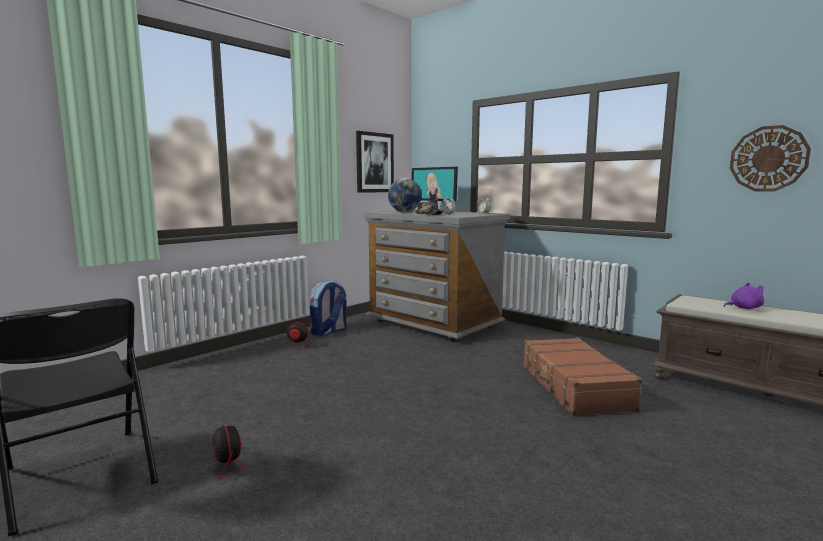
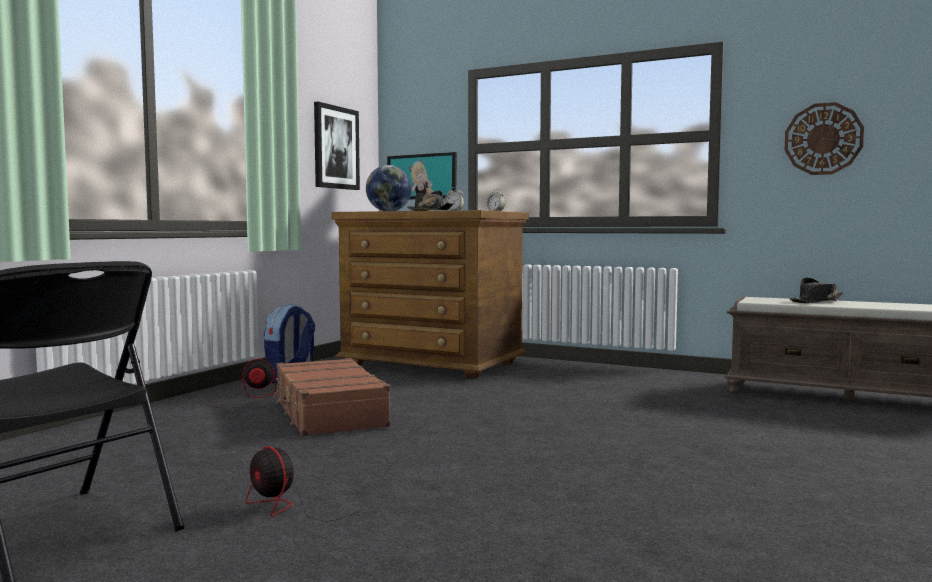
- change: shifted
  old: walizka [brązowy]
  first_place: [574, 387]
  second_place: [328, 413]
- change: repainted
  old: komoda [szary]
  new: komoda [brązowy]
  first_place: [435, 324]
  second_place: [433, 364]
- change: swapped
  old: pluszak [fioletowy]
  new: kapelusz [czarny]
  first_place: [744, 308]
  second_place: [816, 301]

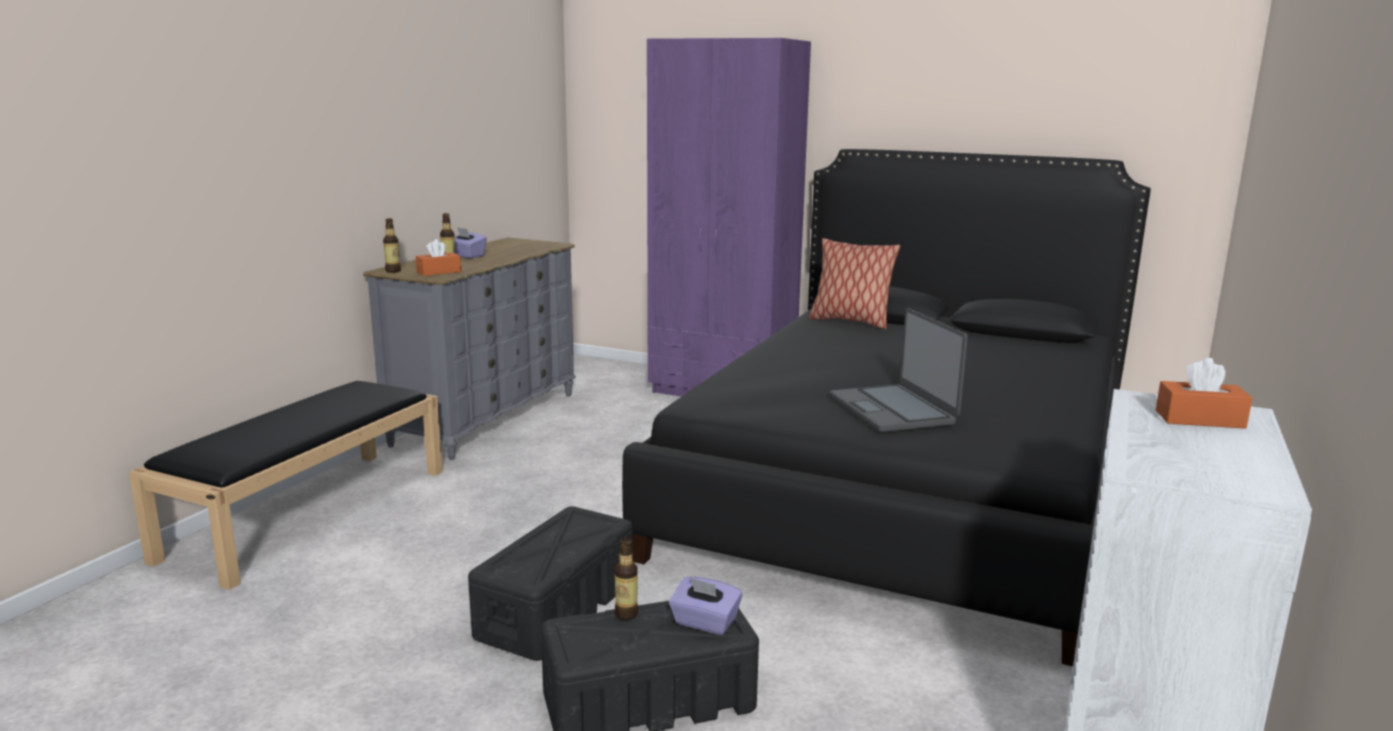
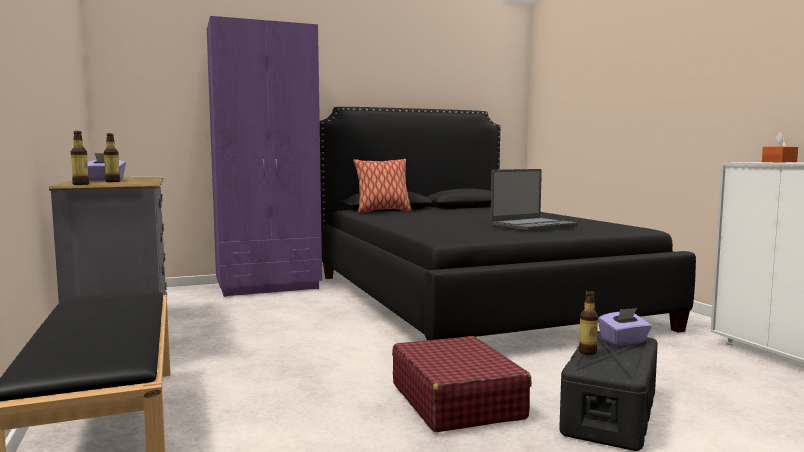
- change: swapped
  old: pojemnik do przechowywania [czarny]
  new: walizka [czerwony]
  first_place: [557, 608]
  second_place: [456, 400]
- change: rotated
  old: laptop
  first_place: [893, 410]
  second_place: [533, 226]
  degrees: -60
- change: gone
  old: pudełko chusteczek [pomarańczowy]
  first_place: [439, 272]

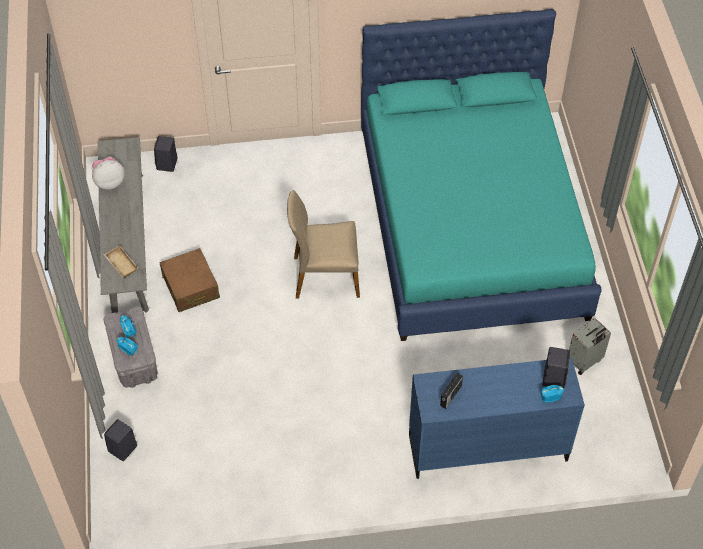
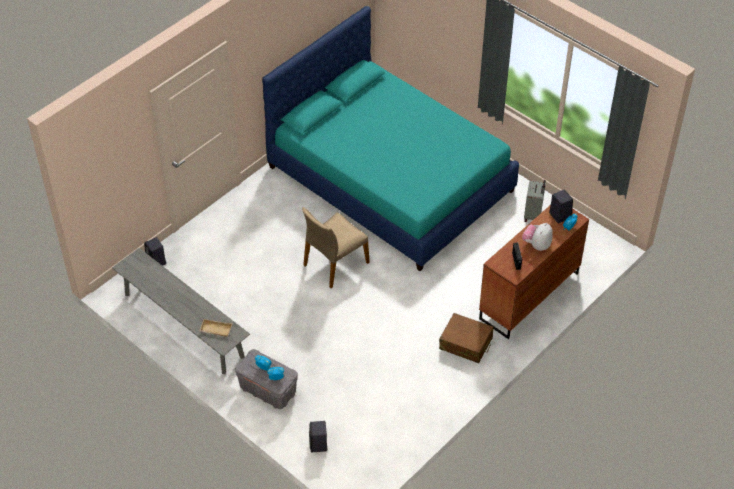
- change: shifted
  old: walizka [brązowy]
  first_place: [190, 287]
  second_place: [466, 343]
- change: repainted
  old: komoda [niebieski]
  new: komoda [brązowy]
  first_place: [487, 449]
  second_place: [529, 296]
- change: shifted
  old: pluszak
  first_place: [109, 182]
  second_place: [537, 245]

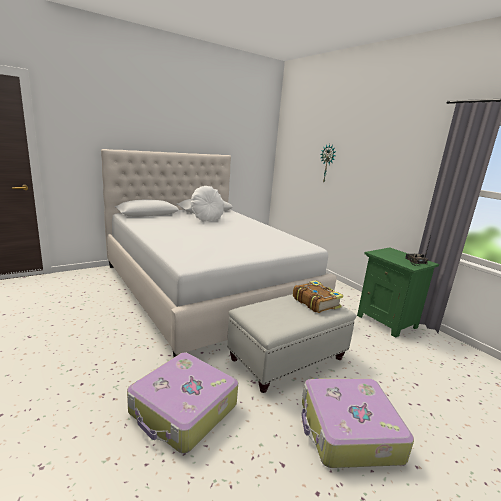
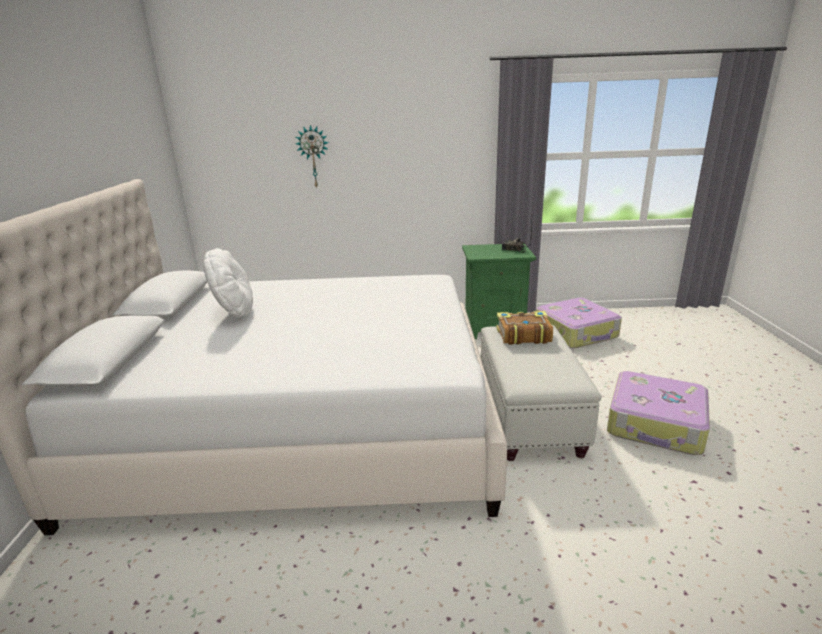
- change: shifted
  old: walizka
  first_place: [183, 409]
  second_place: [576, 332]

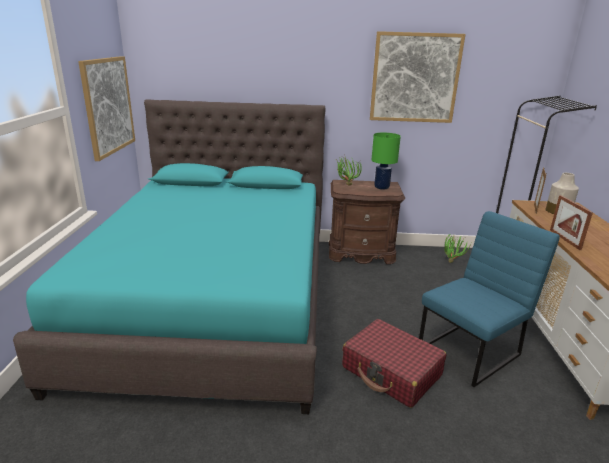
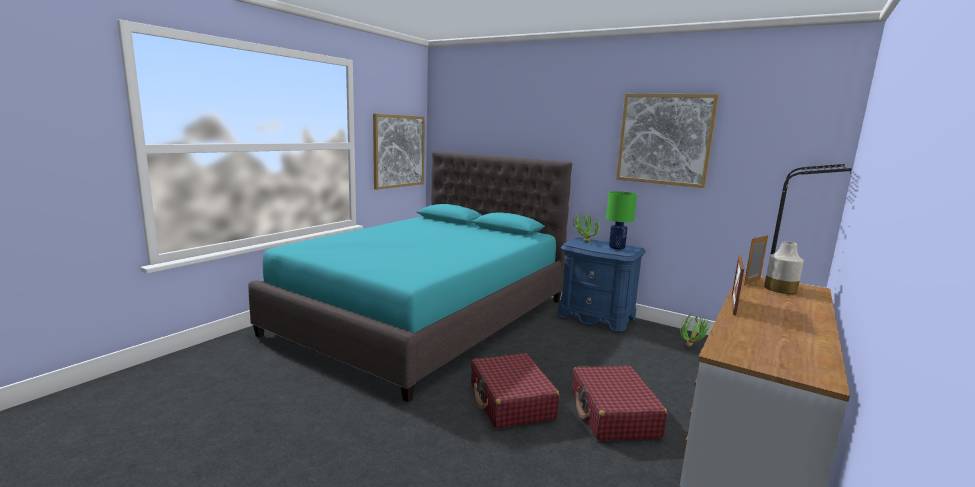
- change: repainted
  old: szafka nocna [brązowy]
  new: szafka nocna [niebieski]
  first_place: [362, 254]
  second_place: [595, 317]
- change: swapped
  old: krzesło [niebieski]
  new: walizka [czerwony]
  first_place: [471, 351]
  second_place: [613, 414]

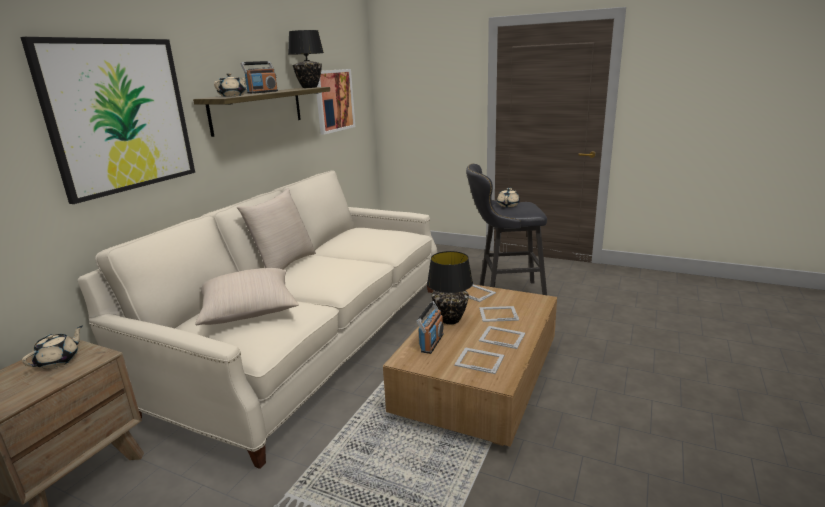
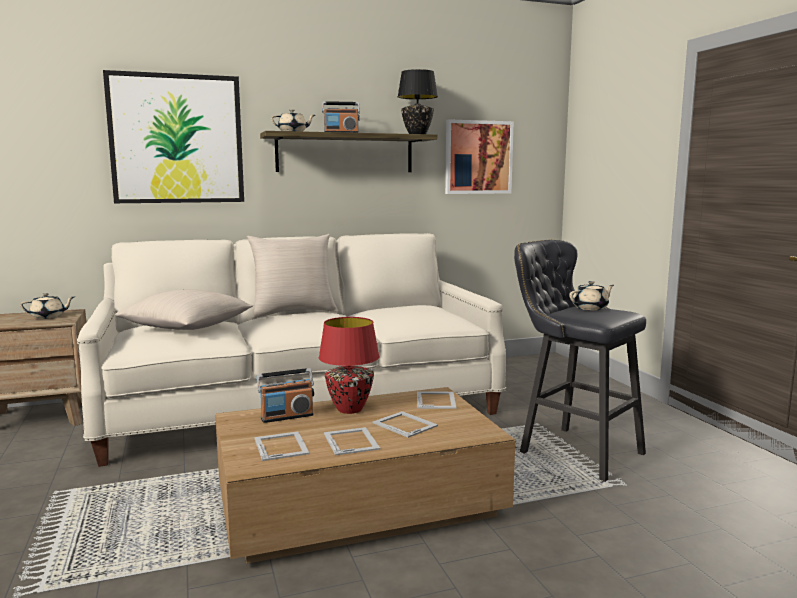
- change: repainted
  old: lampa stołowa [czarny]
  new: lampa stołowa [czerwony]
  first_place: [451, 320]
  second_place: [350, 409]

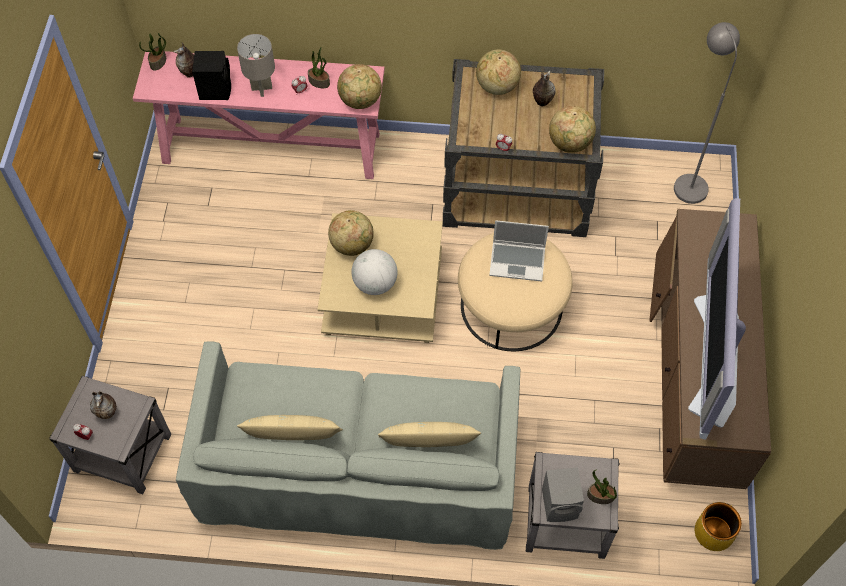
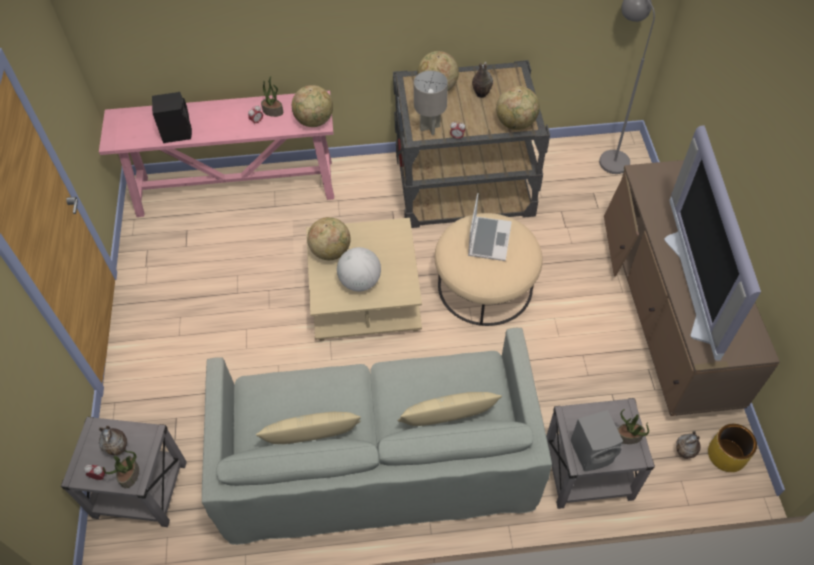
- change: shifted
  old: roślina doniczkowa
  first_place: [158, 62]
  second_place: [130, 475]
- change: shifted
  old: lampa stołowa [szary]
  first_place: [261, 89]
  second_place: [430, 128]
- change: rotated
  old: laptop
  first_place: [518, 261]
  second_place: [488, 239]
  degrees: -75
- change: shifted
  old: wazon
  first_place: [189, 73]
  second_place: [684, 453]

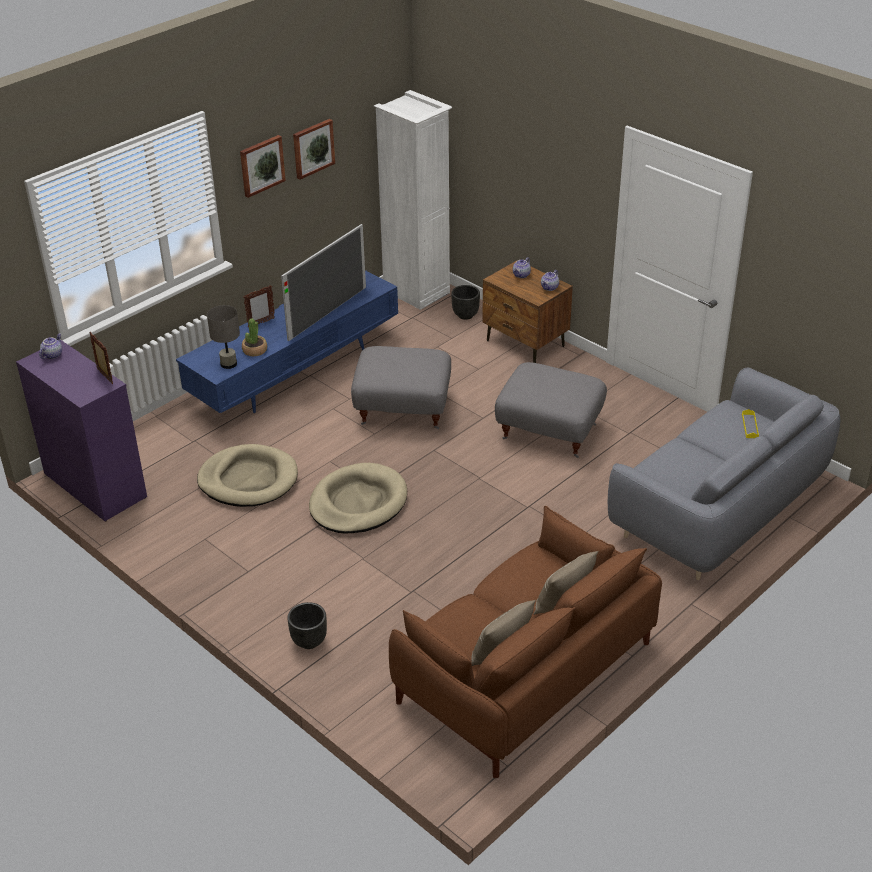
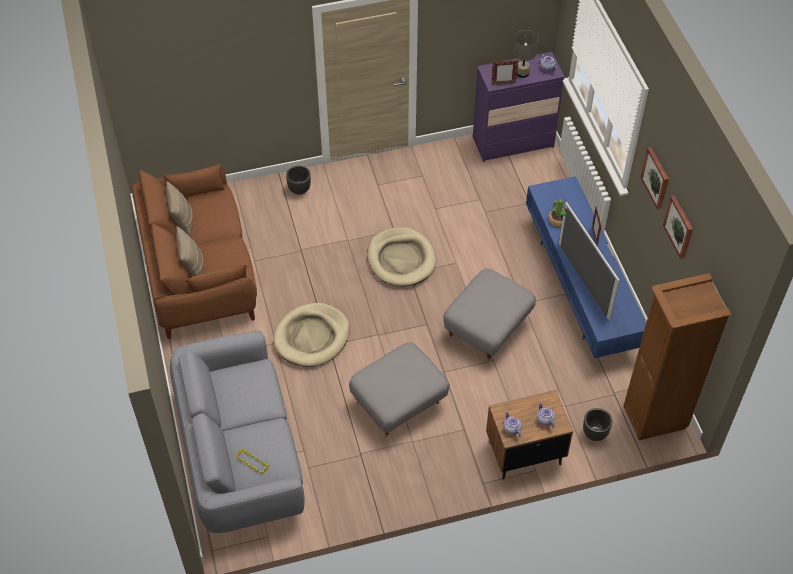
- change: shifted
  old: legowisko [beżowy]
  first_place: [248, 480]
  second_place: [312, 337]
- change: shifted
  old: lampa stołowa [szary]
  first_place: [228, 364]
  second_place: [522, 73]
- change: repainted
  old: szafka [biały]
  new: szafka [brązowy]
  first_place: [417, 292]
  second_place: [654, 417]

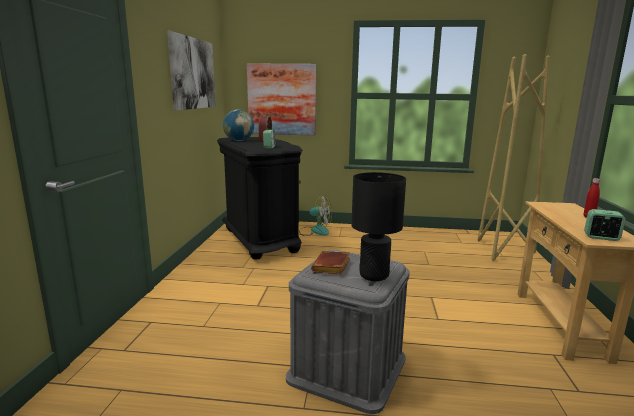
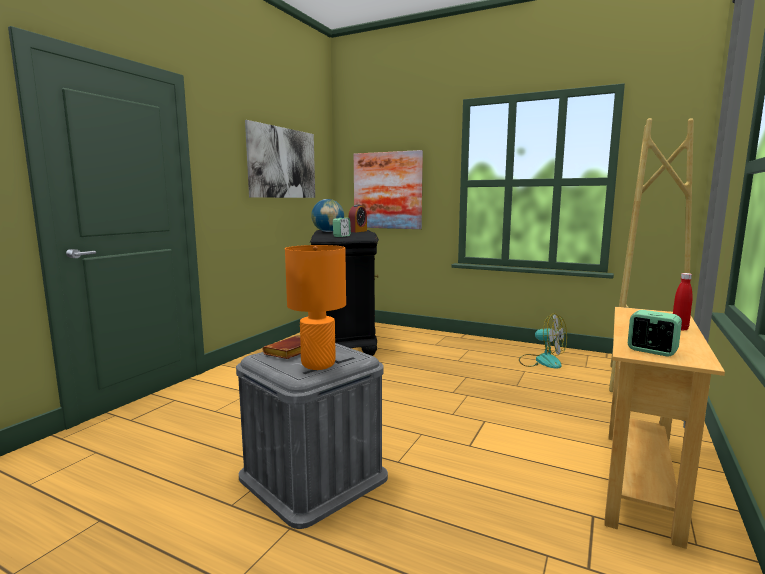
- change: repainted
  old: lampa stołowa [czarny]
  new: lampa stołowa [pomarańczowy]
  first_place: [373, 278]
  second_place: [318, 367]
- change: shifted
  old: wentylator
  first_place: [315, 231]
  second_place: [541, 361]

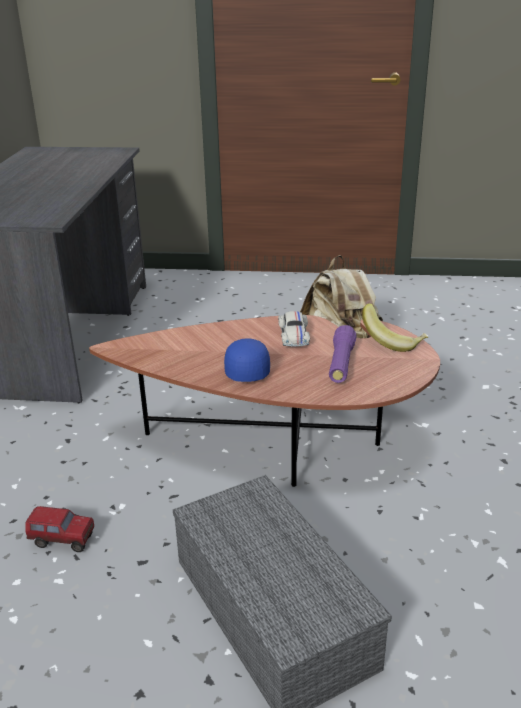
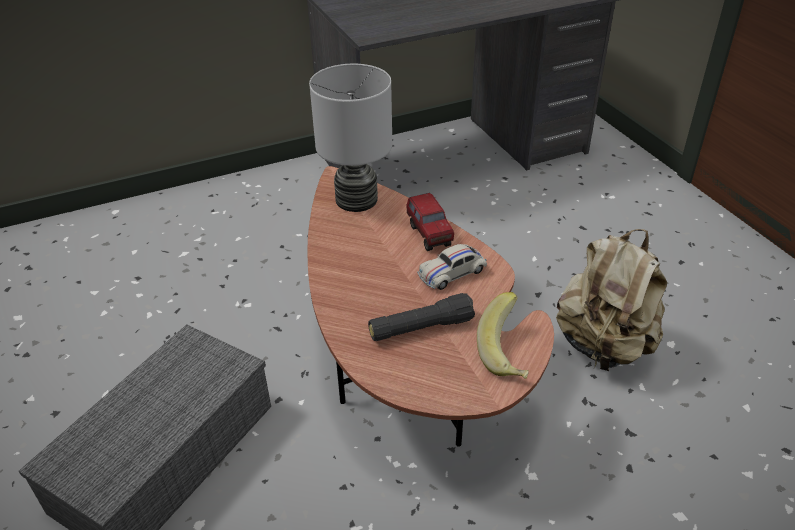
- change: new
  new: lampa stołowa [szary]
  second_place: [356, 200]
- change: repainted
  old: latarka [fioletowy]
  new: latarka [czarny]
  first_place: [341, 363]
  second_place: [421, 328]
- change: shifted
  old: ciężarówka zabawkowa
  first_place: [63, 541]
  second_place: [429, 235]
- change: gone
  old: czapka z daszkiem [niebieski]
  first_place: [245, 369]

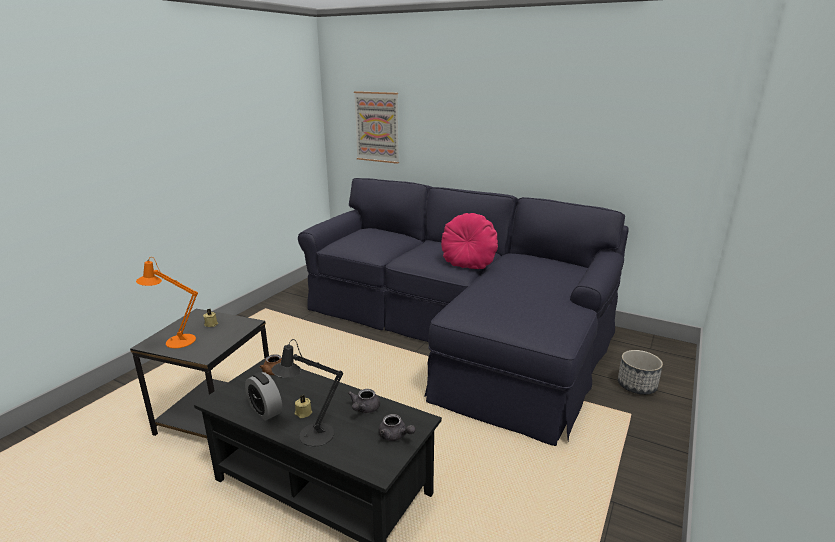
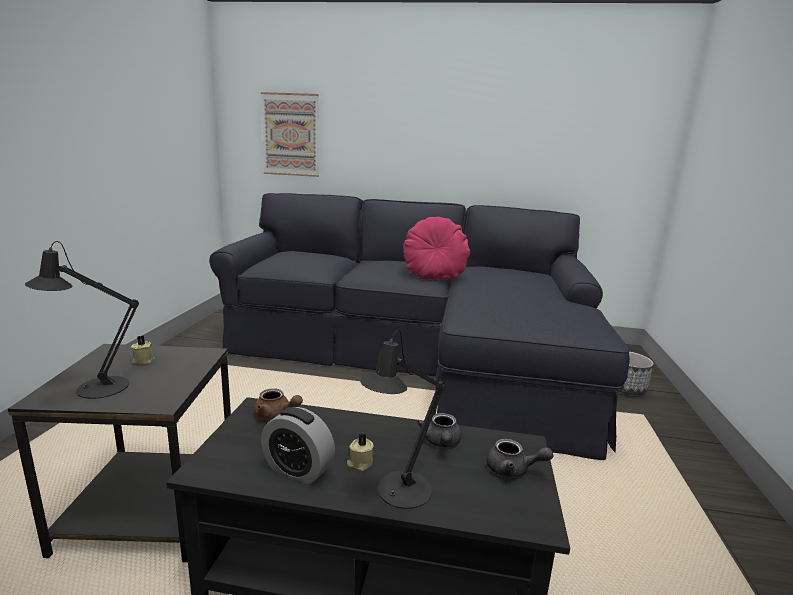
- change: repainted
  old: lampa stołowa [pomarańczowy]
  new: lampa stołowa [czarny]
  first_place: [176, 341]
  second_place: [94, 388]

